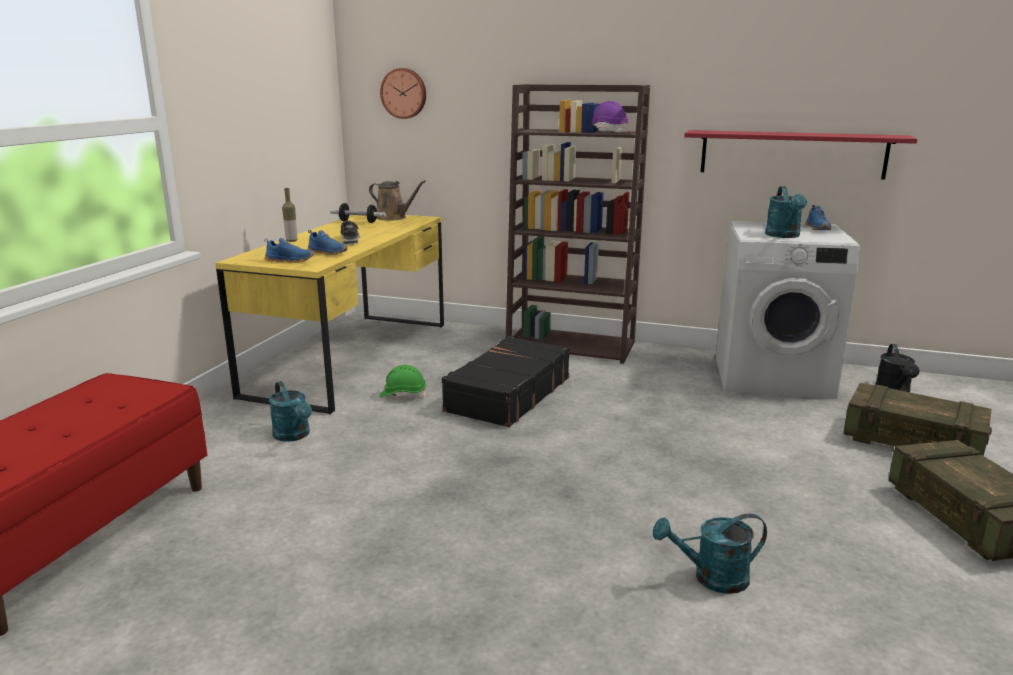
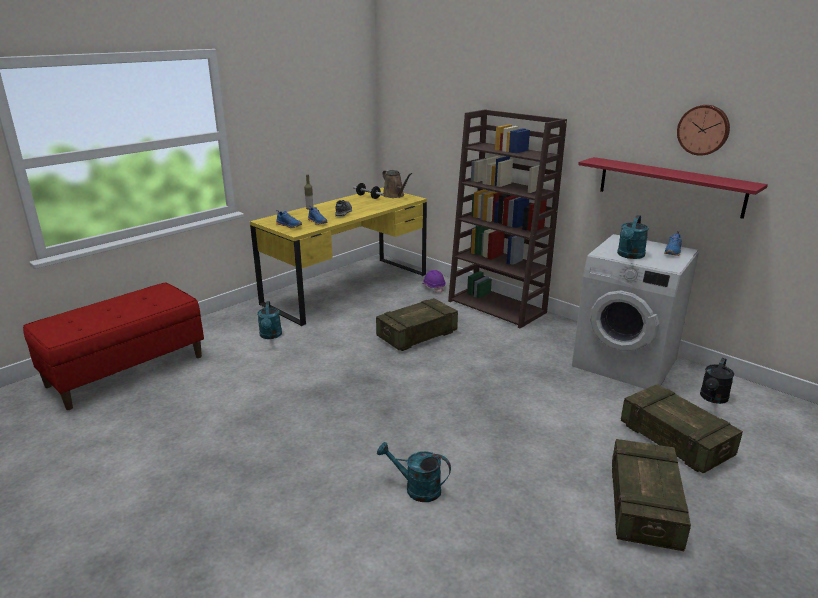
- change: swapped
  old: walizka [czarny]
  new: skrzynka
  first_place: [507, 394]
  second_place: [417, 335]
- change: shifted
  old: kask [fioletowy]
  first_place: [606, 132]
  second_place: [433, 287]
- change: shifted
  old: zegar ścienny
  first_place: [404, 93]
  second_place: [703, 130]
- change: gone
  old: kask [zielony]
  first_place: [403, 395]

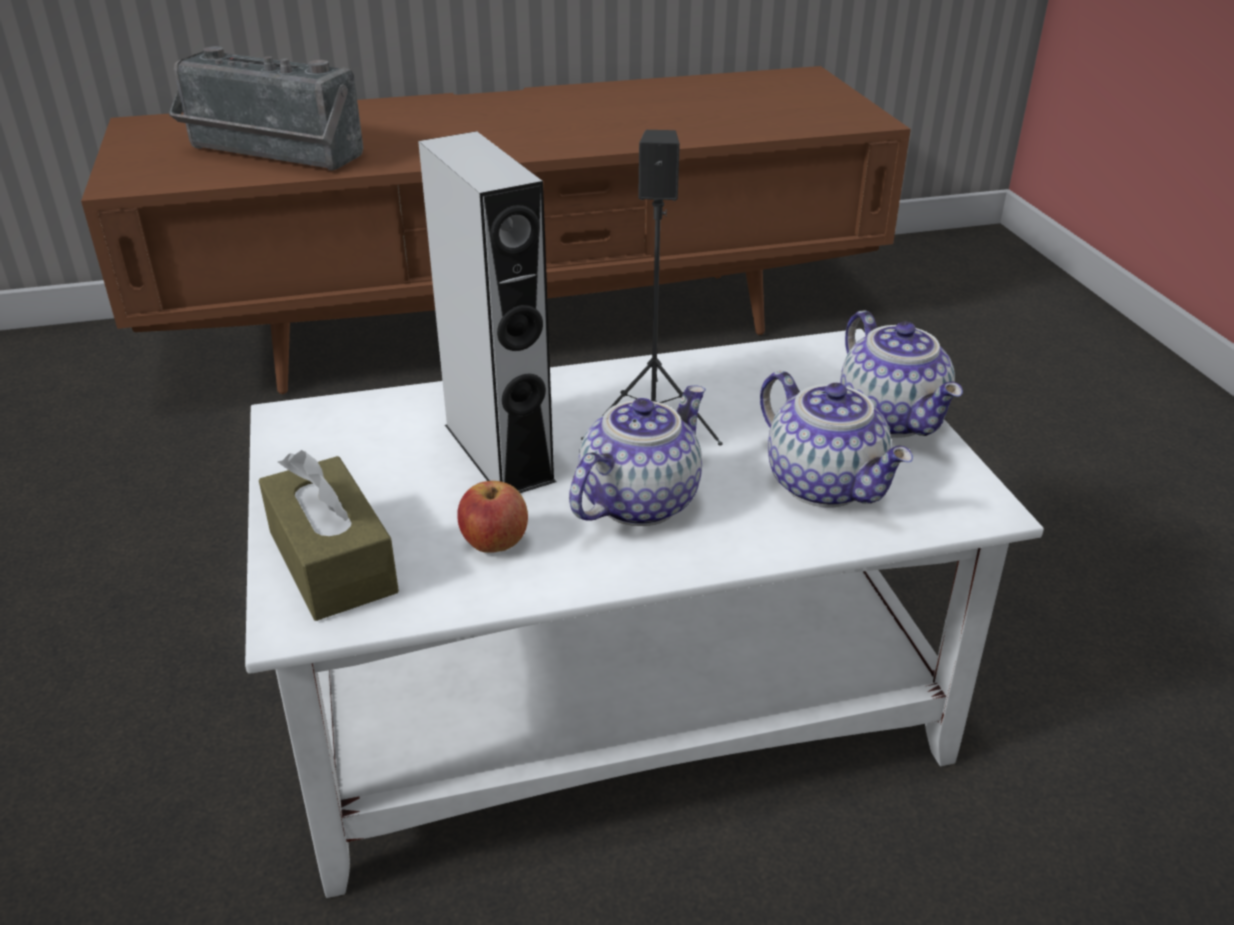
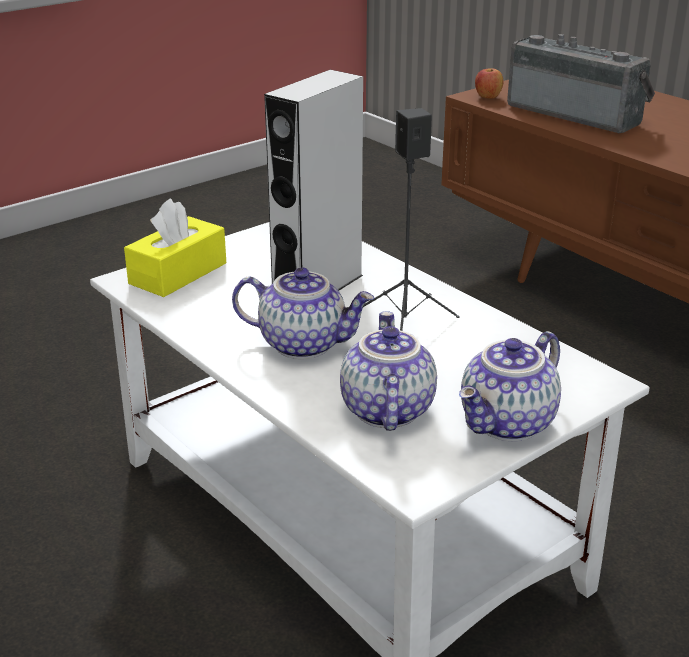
- change: repainted
  old: pudełko chusteczek [brązowy]
  new: pudełko chusteczek [żółty]
  first_place: [332, 561]
  second_place: [178, 273]
- change: rotated
  old: imbryk
  first_place: [827, 484]
  second_place: [384, 410]
  degrees: 150
- change: shifted
  old: jabłko
  first_place: [494, 544]
  second_place: [488, 97]
- change: rotated
  old: radio
  first_place: [270, 156]
  second_place: [576, 114]
  degrees: 135

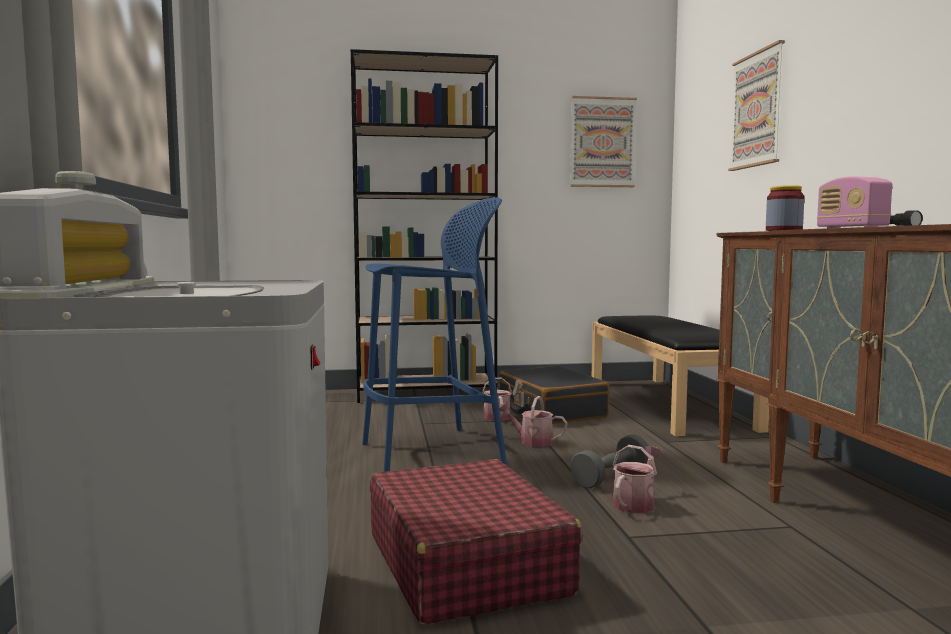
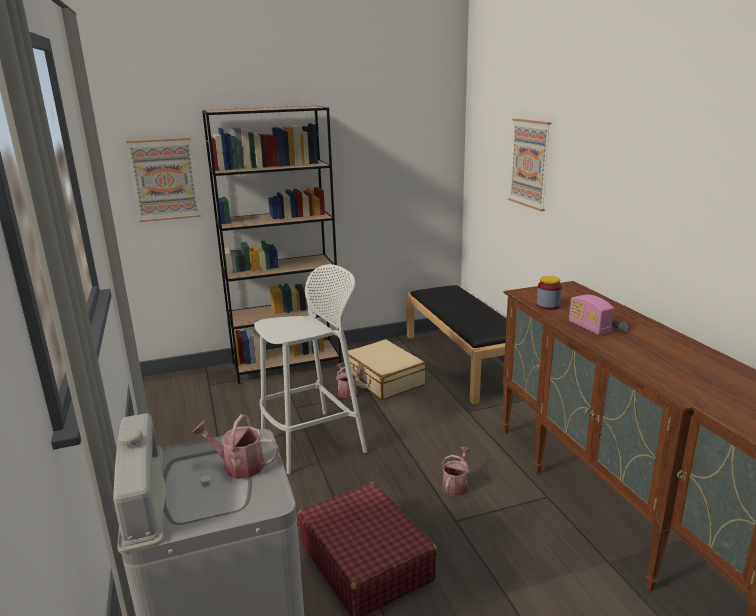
- change: shifted
  old: obraz
  first_place: [602, 142]
  second_place: [164, 179]
- change: shifted
  old: konewka
  first_place: [531, 441]
  second_place: [238, 466]
- change: repainted
  old: stołek [niebieski]
  new: stołek [biały]
  first_place: [433, 451]
  second_place: [313, 442]
- change: repainted
  old: walizka [czarny]
  new: walizka [beżowy]
  first_place: [550, 410]
  second_place: [384, 379]
- change: gone
  old: hantel [szary]
  first_place: [610, 477]

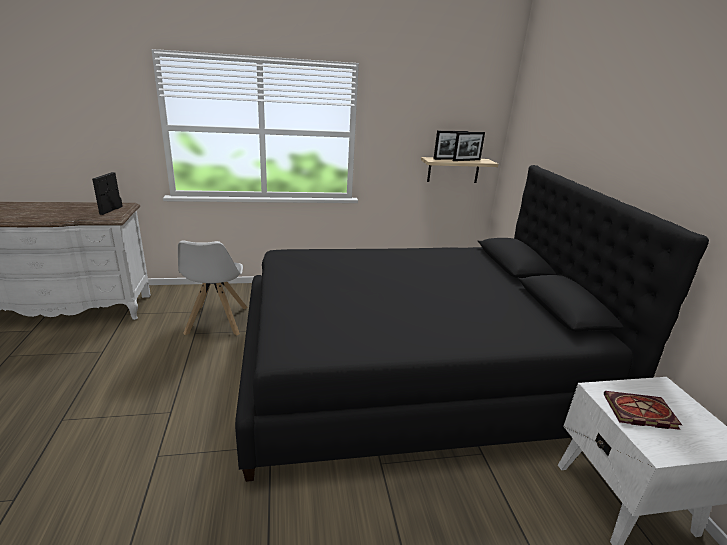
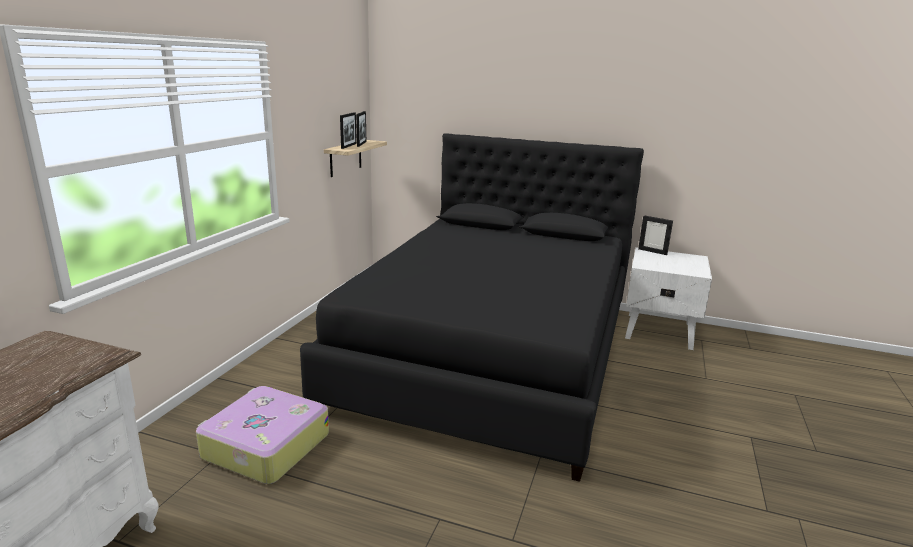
- change: swapped
  old: krzesło
  new: walizka
  first_place: [216, 321]
  second_place: [265, 446]
- change: shifted
  old: ramka na zdjęcie
  first_place: [111, 210]
  second_place: [652, 251]
- change: gone
  old: książka
  first_place: [638, 412]

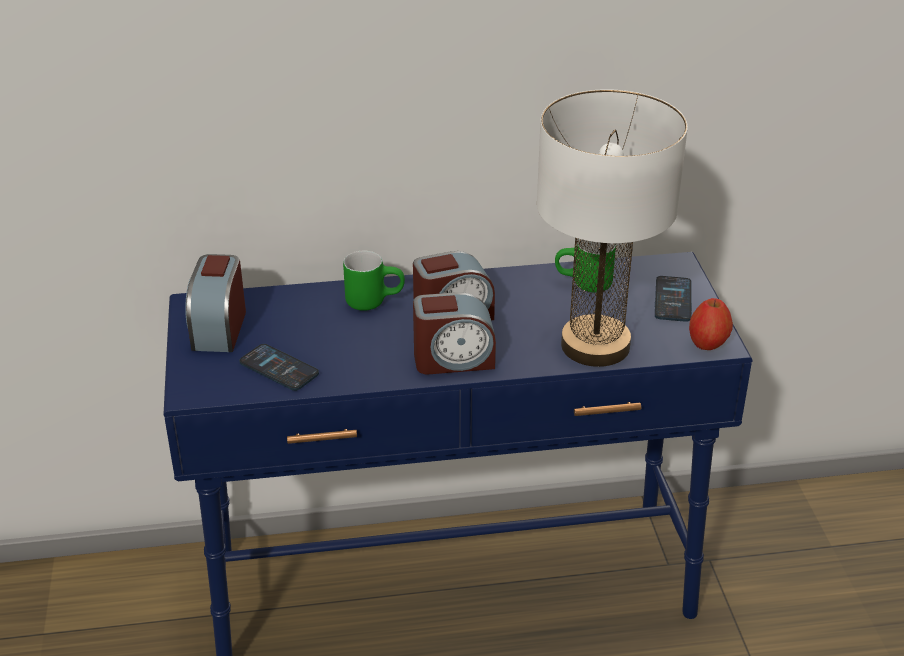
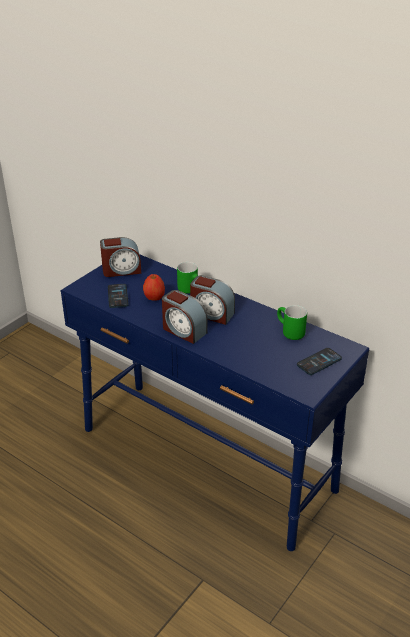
- change: rotated
  old: budzik
  first_place: [219, 328]
  second_place: [121, 270]
  degrees: -150
- change: shifted
  old: jabłko
  first_place: [707, 344]
  second_place: [154, 298]
- change: gone
  old: lampa stołowa
  first_place: [595, 345]

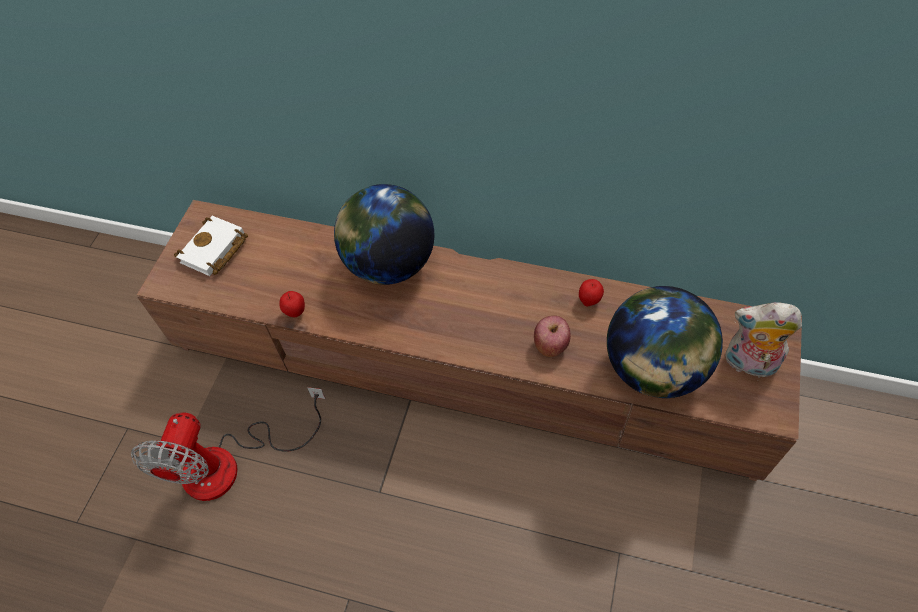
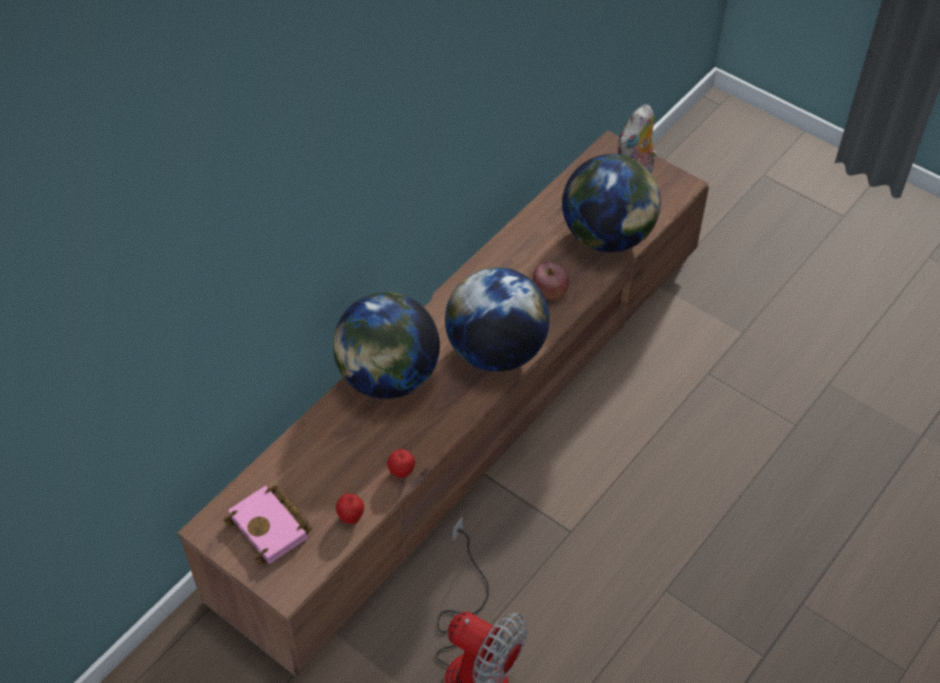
- change: repainted
  old: książka [biały]
  new: książka [różowy]
  first_place: [214, 251]
  second_place: [272, 527]
- change: shifted
  old: jabłko
  first_place: [589, 301]
  second_place: [351, 517]
- change: new
  new: globus
  second_place: [496, 351]

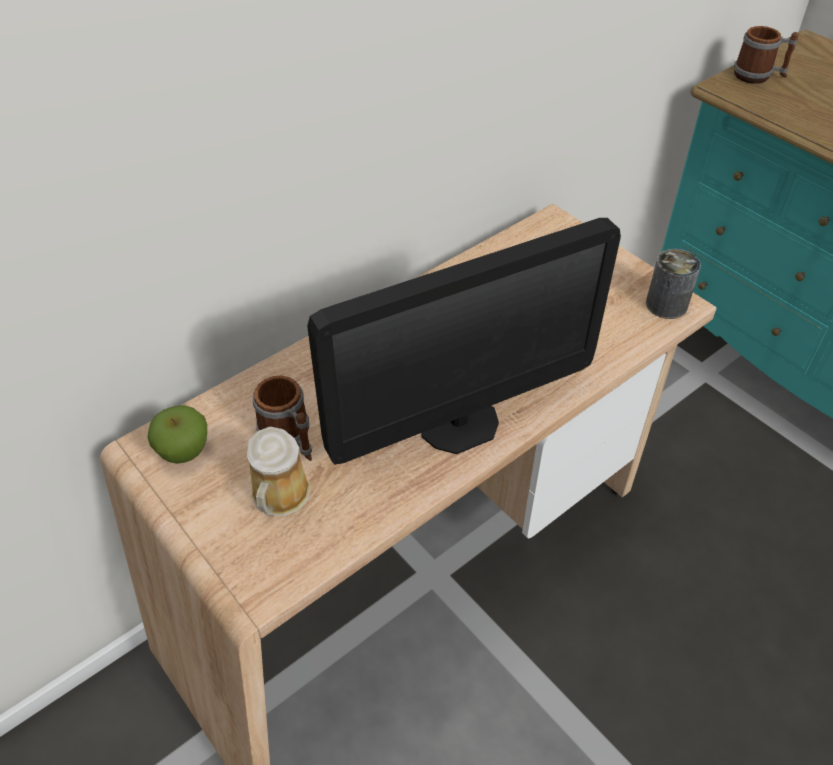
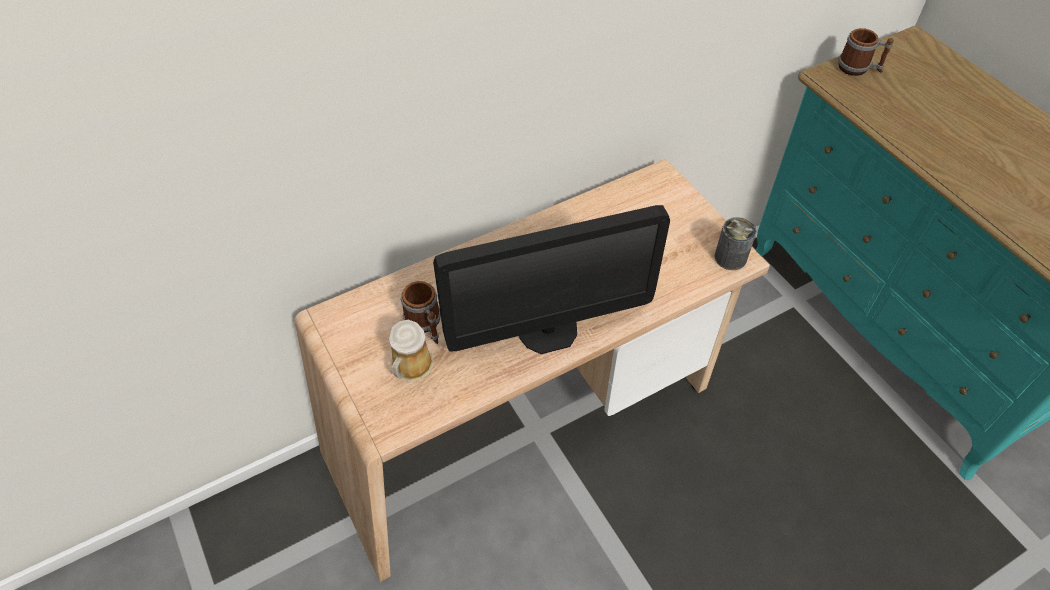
- change: gone
  old: jabłko
  first_place: [184, 452]

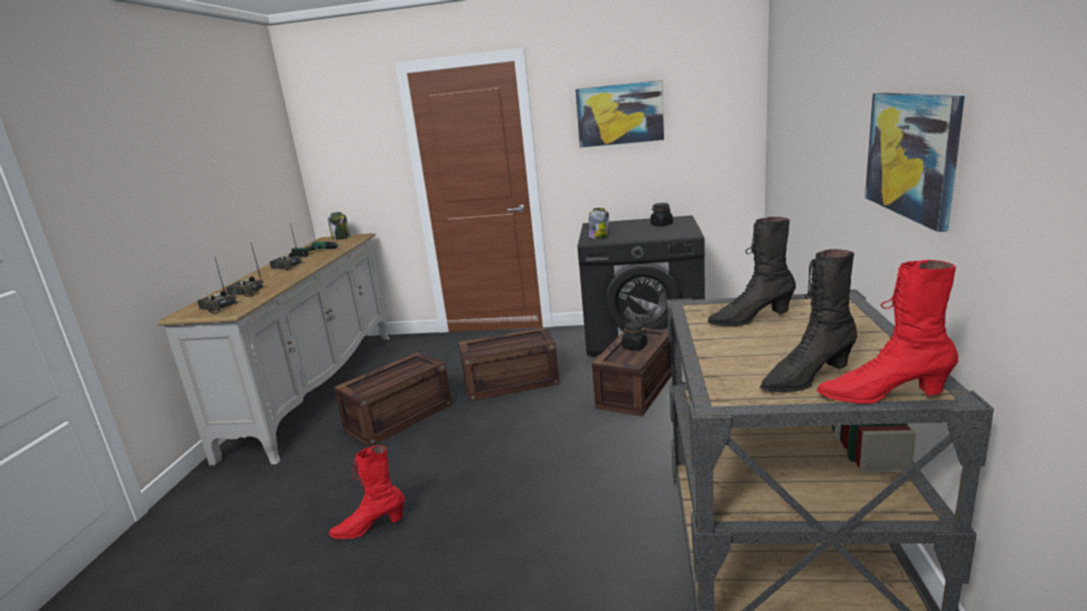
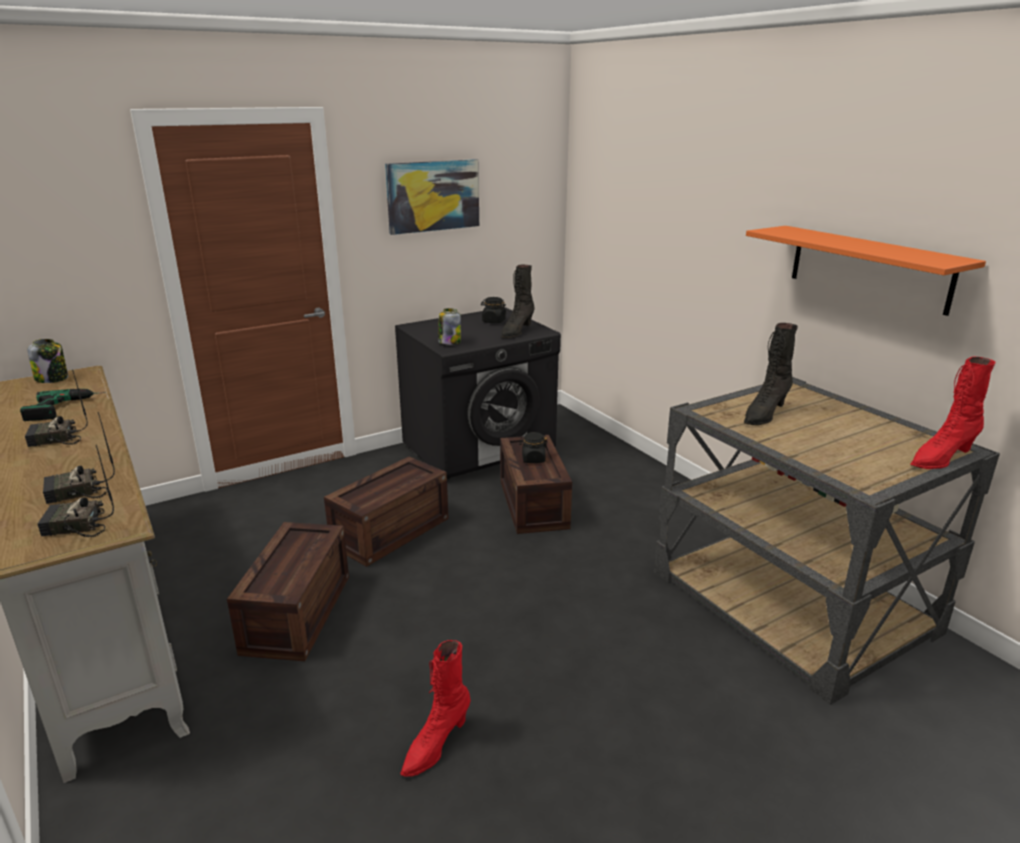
- change: shifted
  old: but z cholewką [czarny]
  first_place: [806, 378]
  second_place: [516, 331]
- change: swapped
  old: obraz
  new: półka [pomarańczowy]
  first_place: [911, 154]
  second_place: [868, 268]

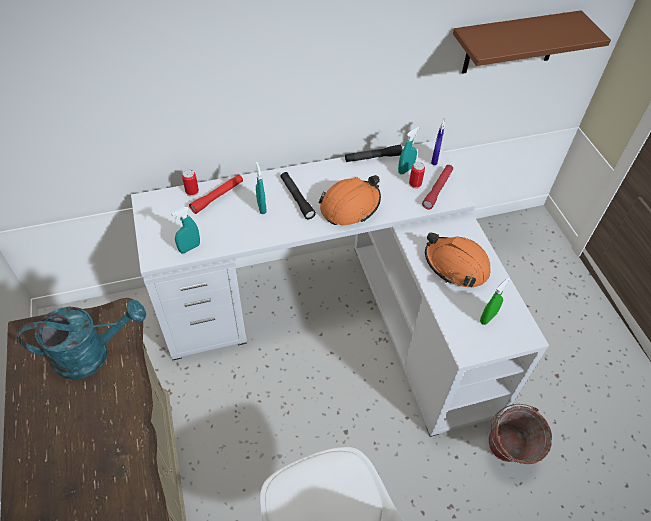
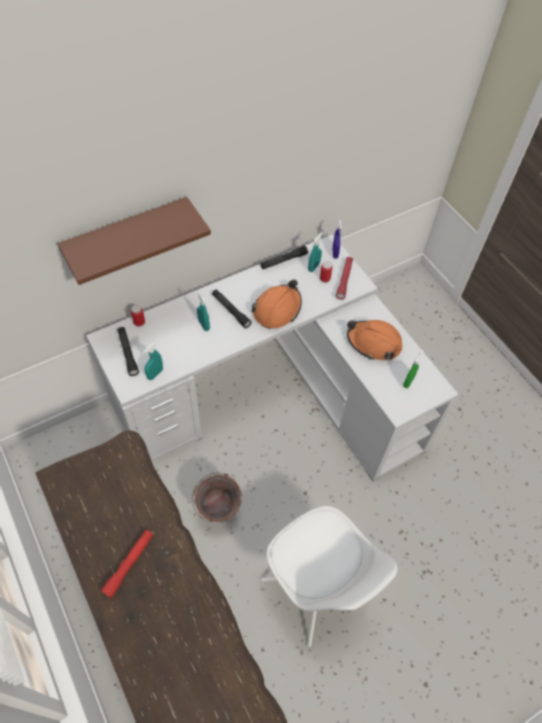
- change: shifted
  old: półka [brązowy]
  first_place: [511, 43]
  second_place: [128, 237]
- change: shifted
  old: latarka [czerwony]
  first_place: [217, 197]
  second_place: [129, 564]
- change: new
  new: latarka [czarny]
  second_place: [128, 353]
- change: shifted
  old: wiadro
  first_place: [506, 454]
  second_place: [218, 513]
- change: gone
  old: konewka [turkusowy]
  first_place: [92, 354]

